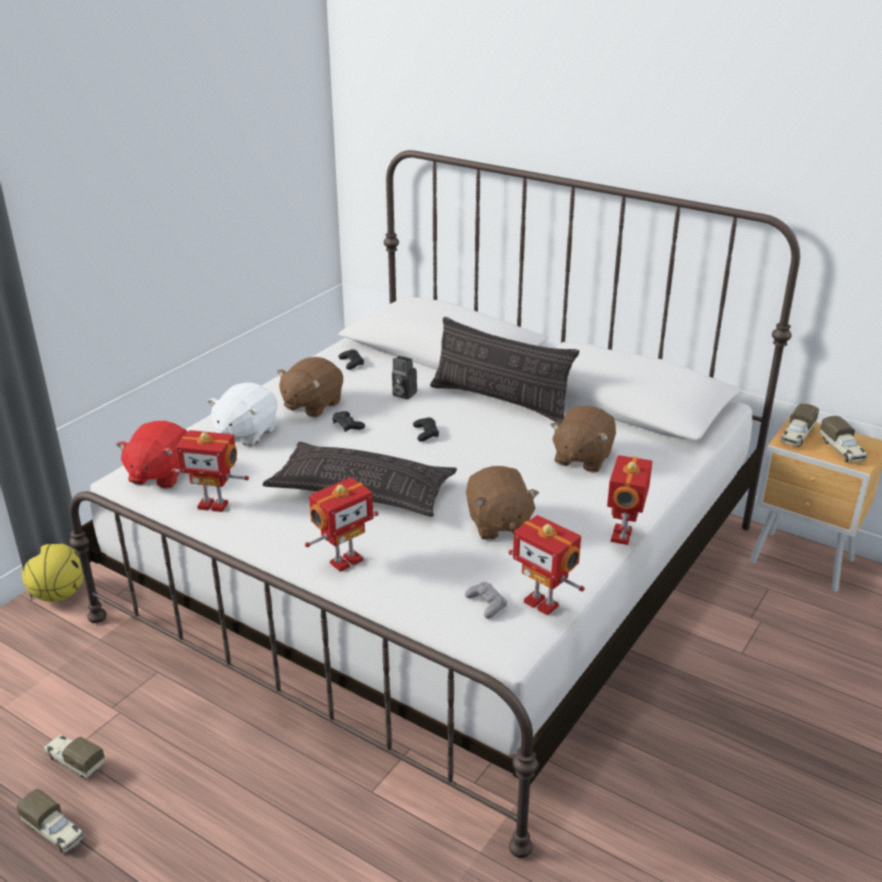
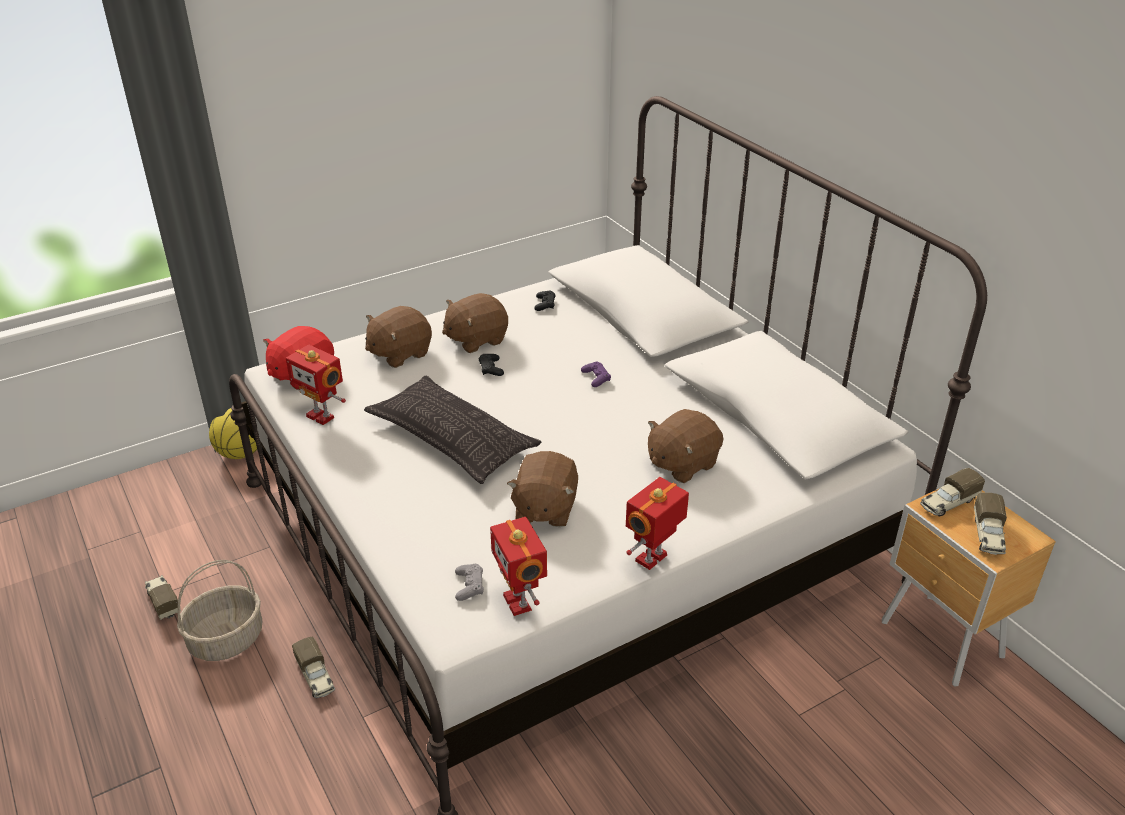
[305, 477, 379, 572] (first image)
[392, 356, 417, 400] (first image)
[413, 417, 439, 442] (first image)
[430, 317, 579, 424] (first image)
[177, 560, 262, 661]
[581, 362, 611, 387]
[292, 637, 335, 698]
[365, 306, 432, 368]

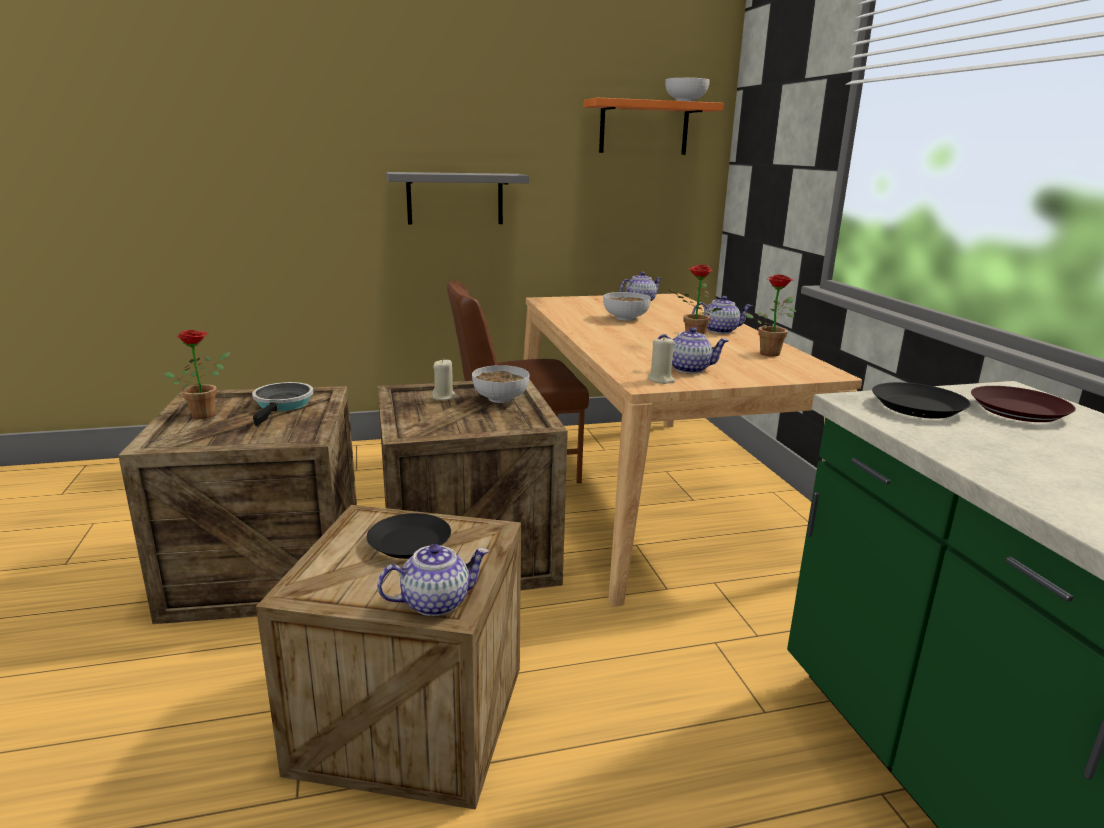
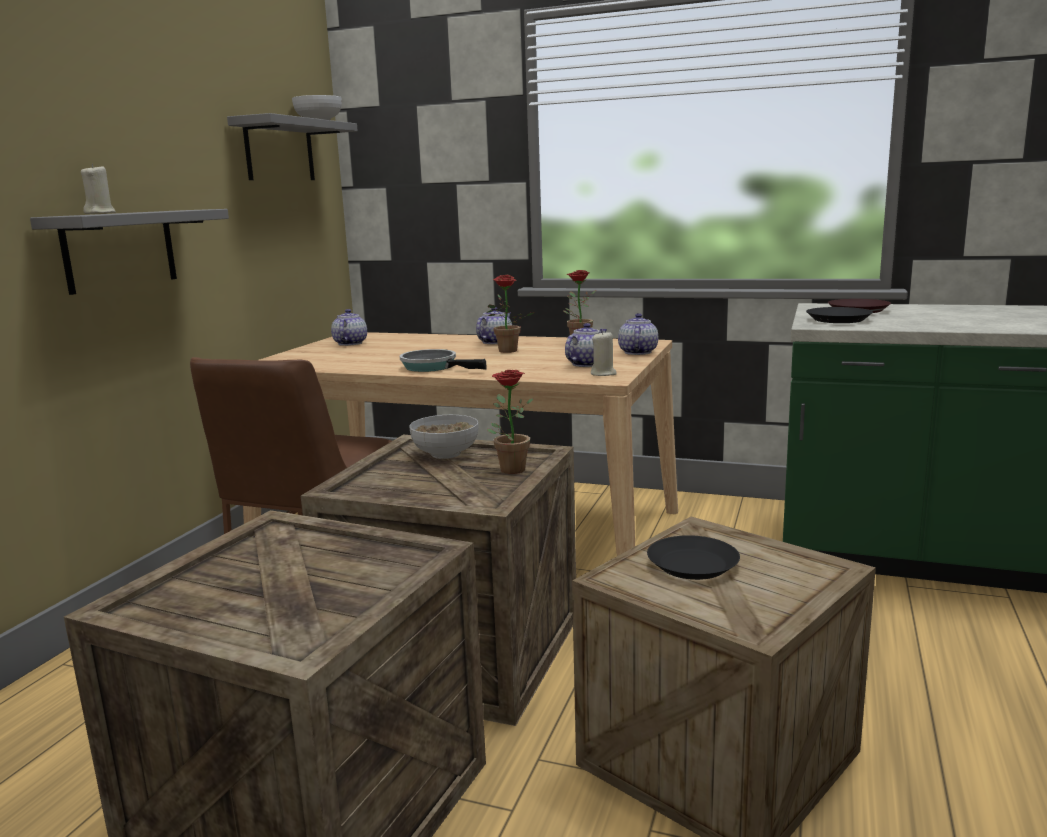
[603, 292, 651, 321] (first image)
[487, 370, 534, 474]
[400, 349, 487, 372]
[618, 313, 658, 355]
[81, 164, 116, 214]
[227, 113, 358, 180]

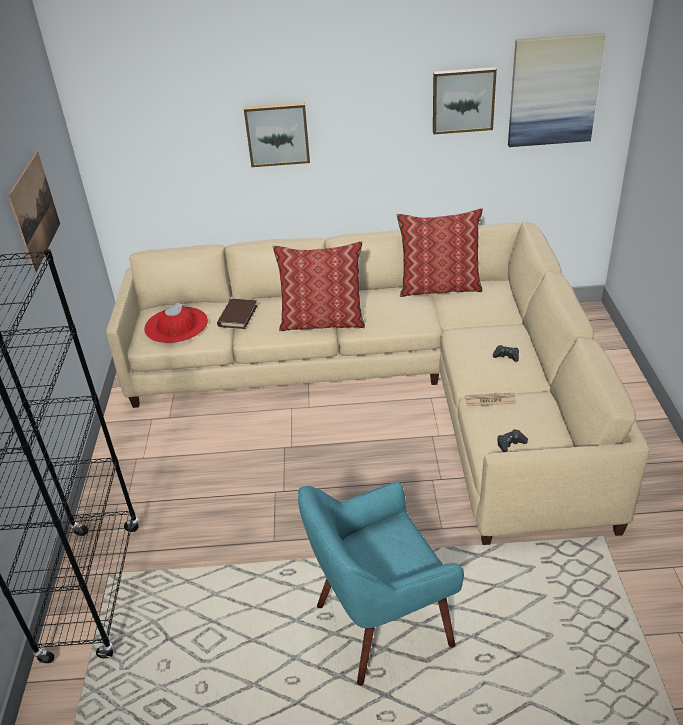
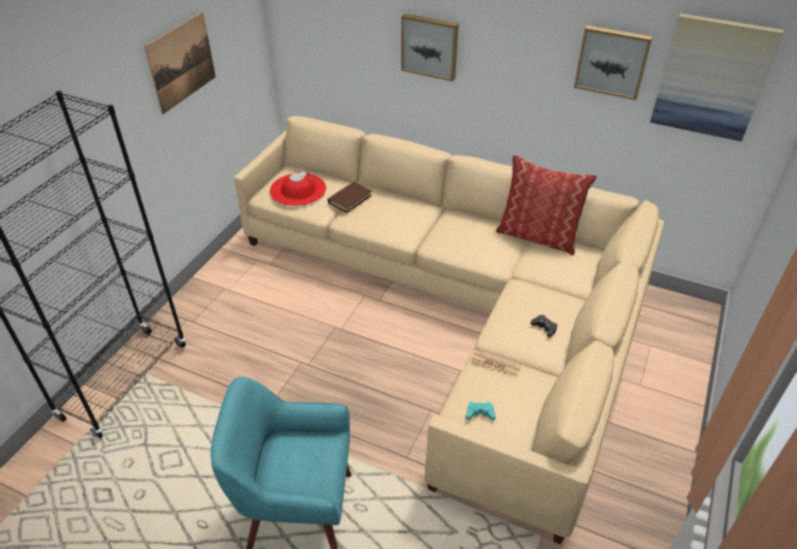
[273, 241, 365, 331] (first image)
[466, 402, 496, 420]

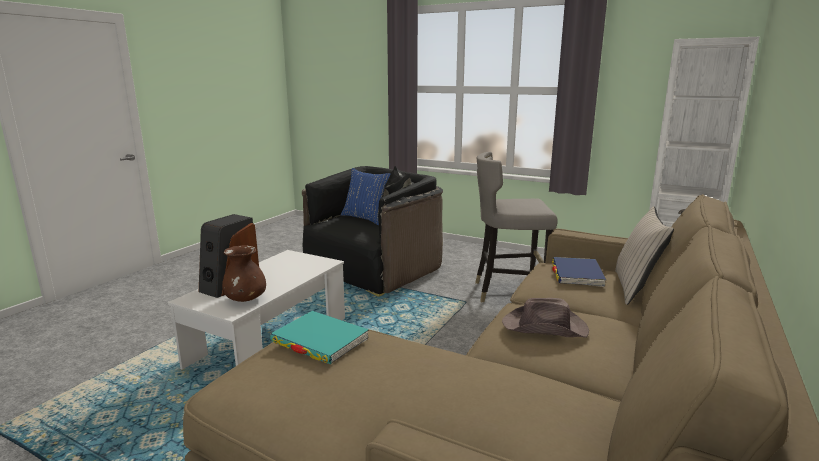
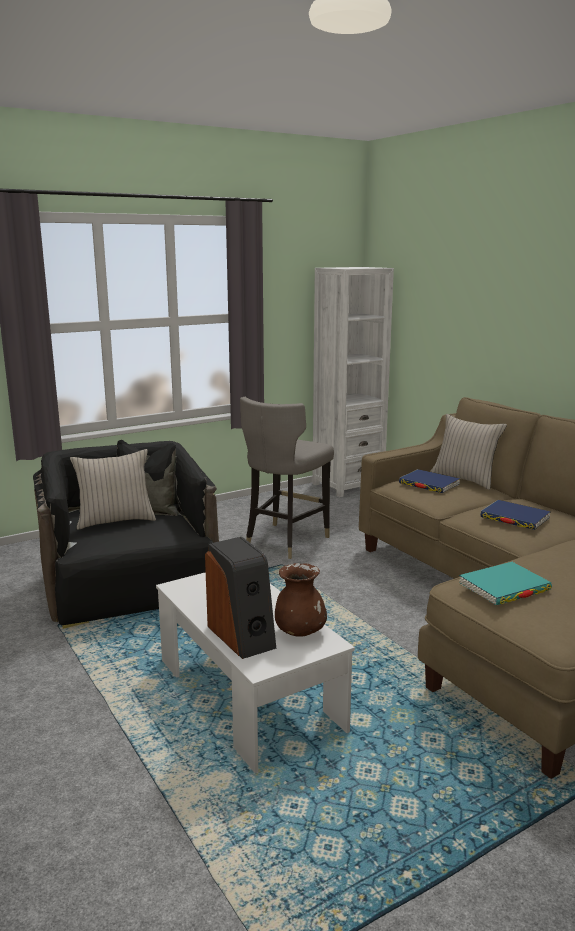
[480, 500, 551, 530]
[70, 449, 156, 530]

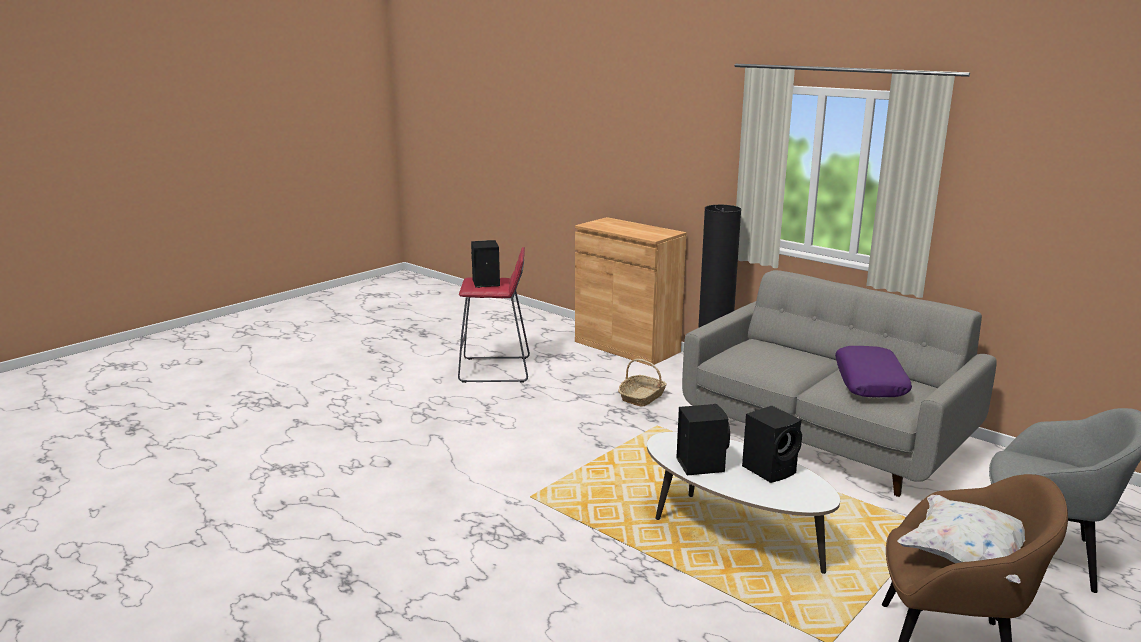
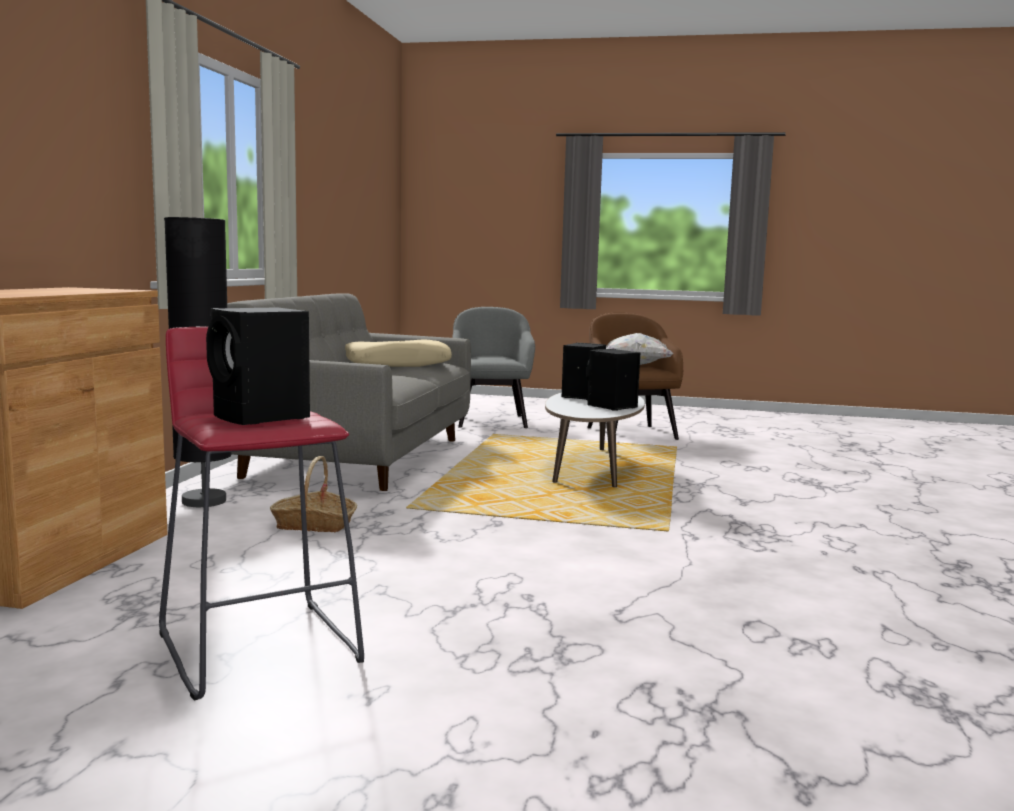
[345, 339, 452, 367]

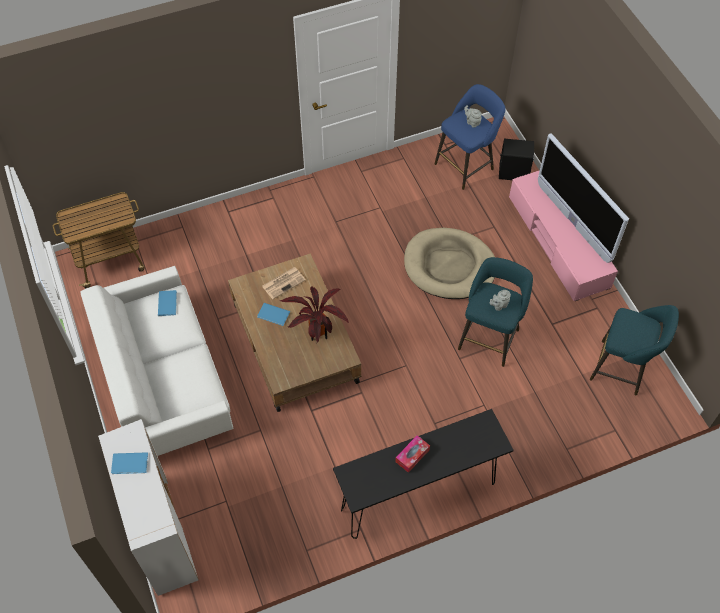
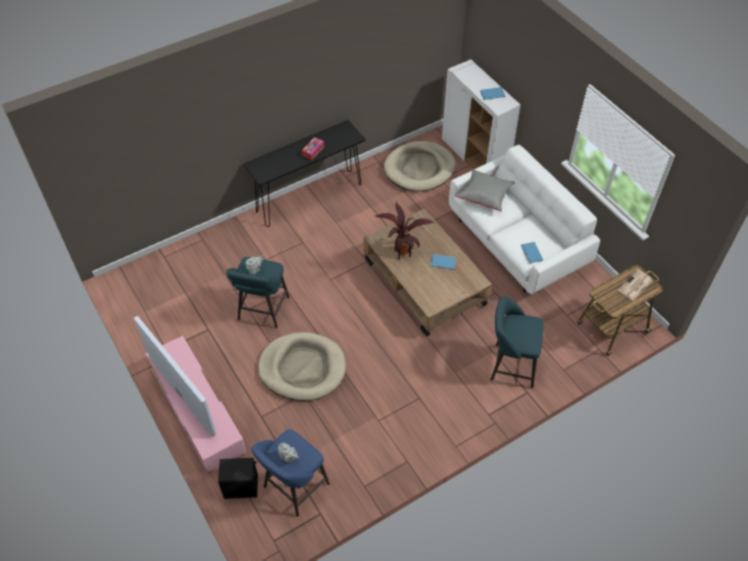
[384, 141, 456, 191]
[456, 169, 515, 212]
[617, 269, 653, 301]
[490, 296, 544, 388]

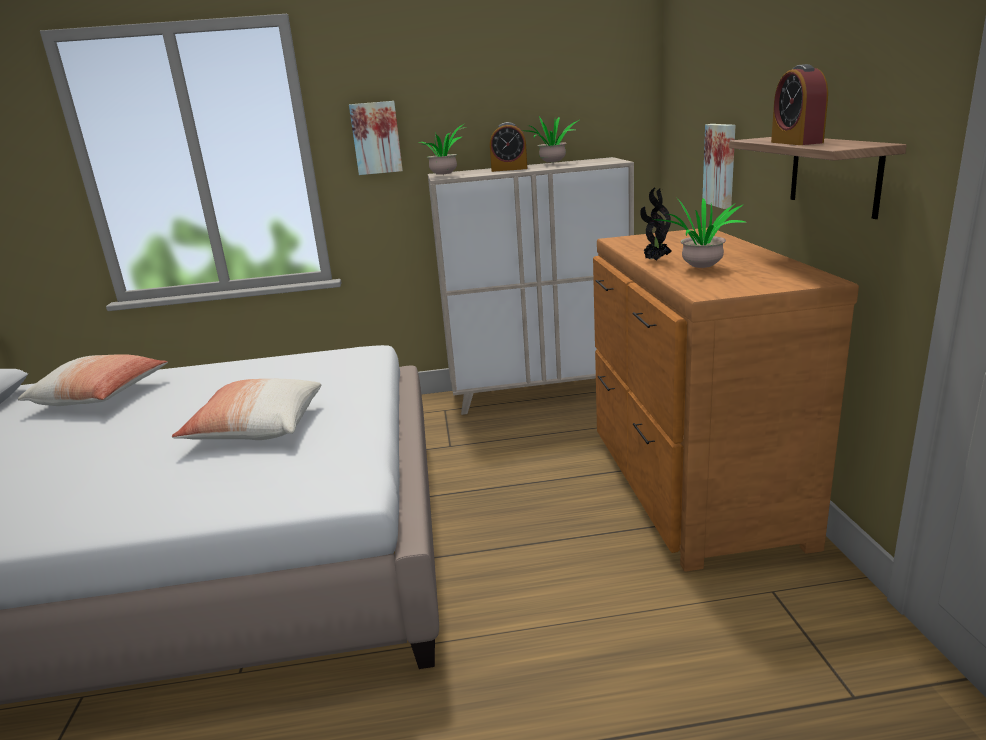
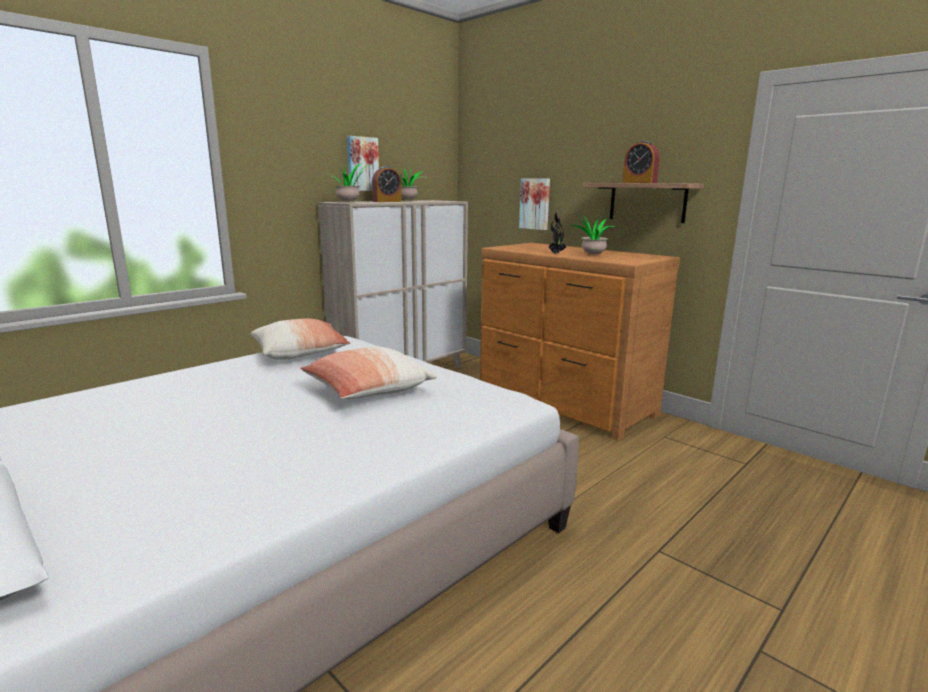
[251, 319, 351, 360]
[347, 136, 379, 191]

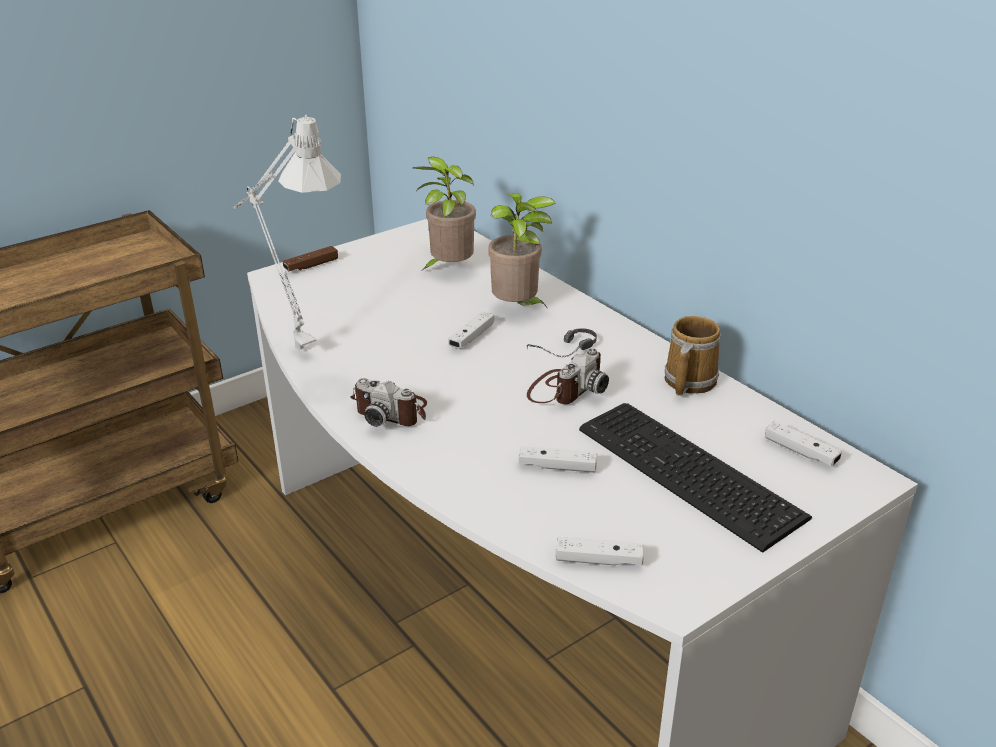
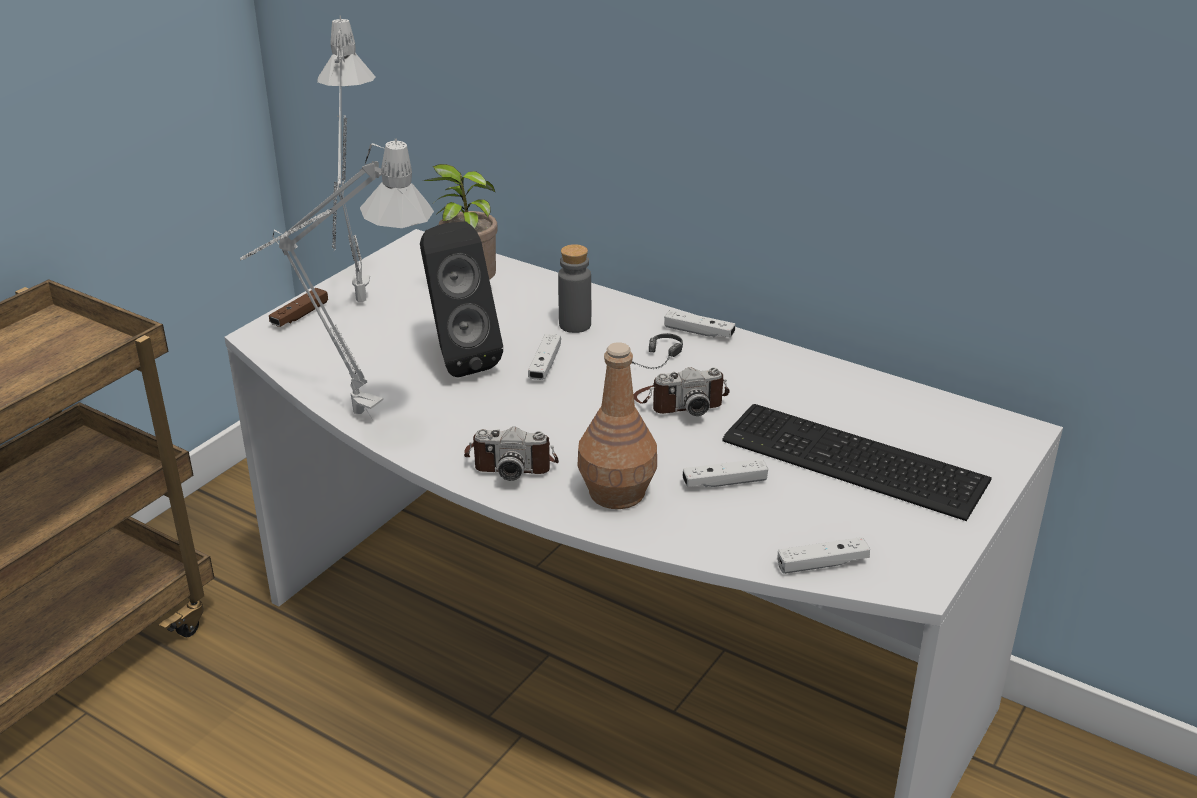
[665, 316, 721, 396] (first image)
[317, 15, 376, 302]
[420, 222, 503, 378]
[577, 342, 657, 509]
[664, 310, 735, 338]
[558, 244, 591, 333]
[634, 367, 730, 416]

